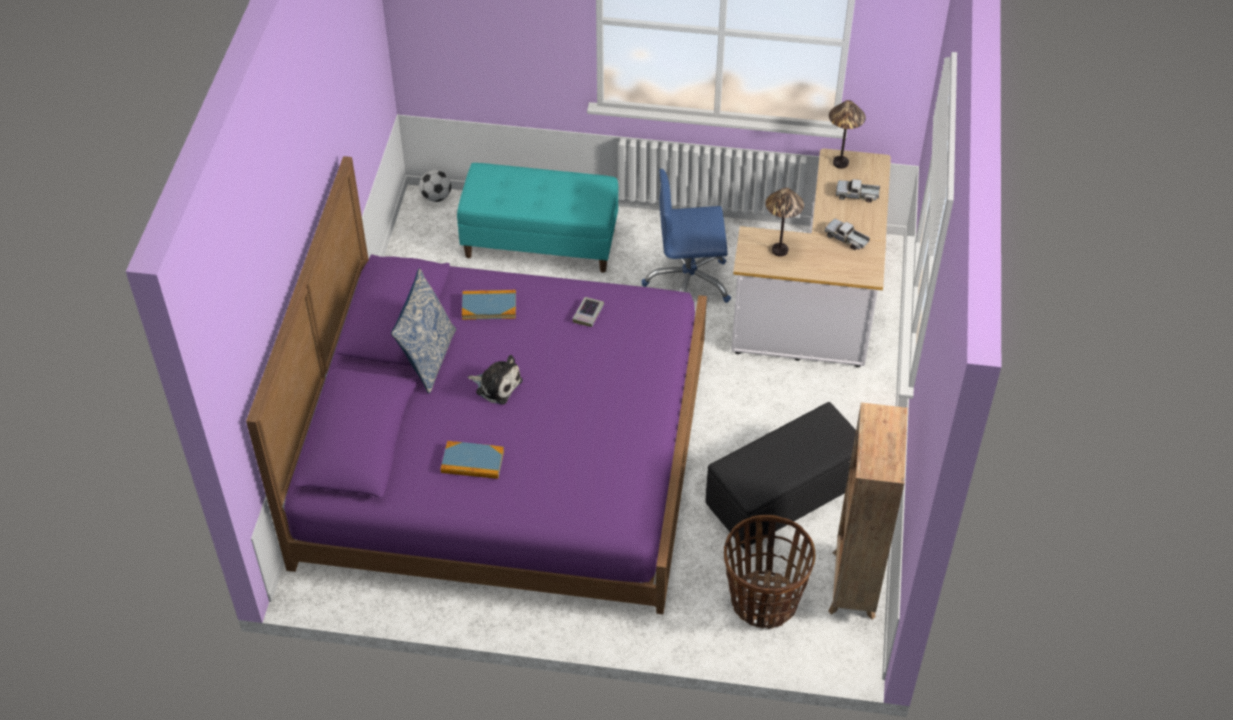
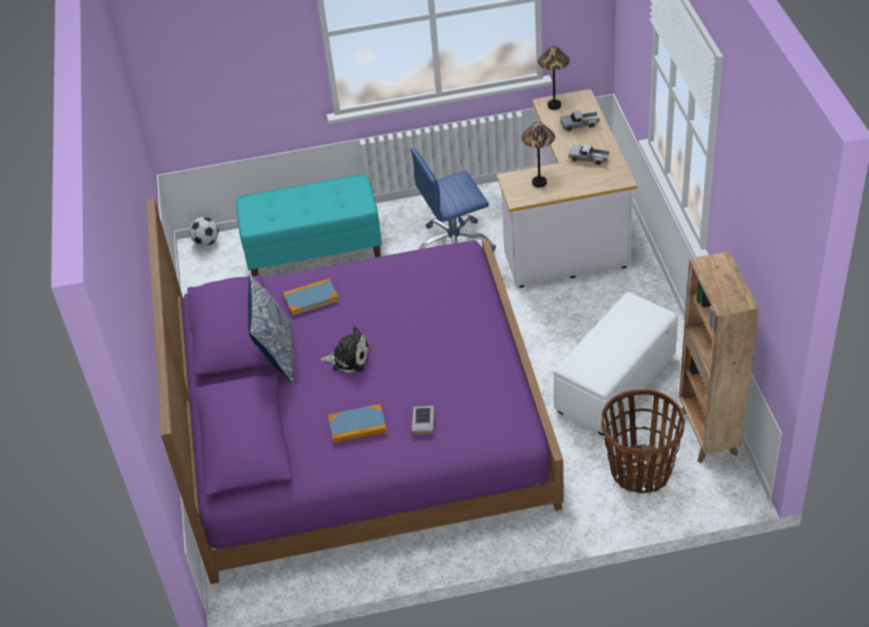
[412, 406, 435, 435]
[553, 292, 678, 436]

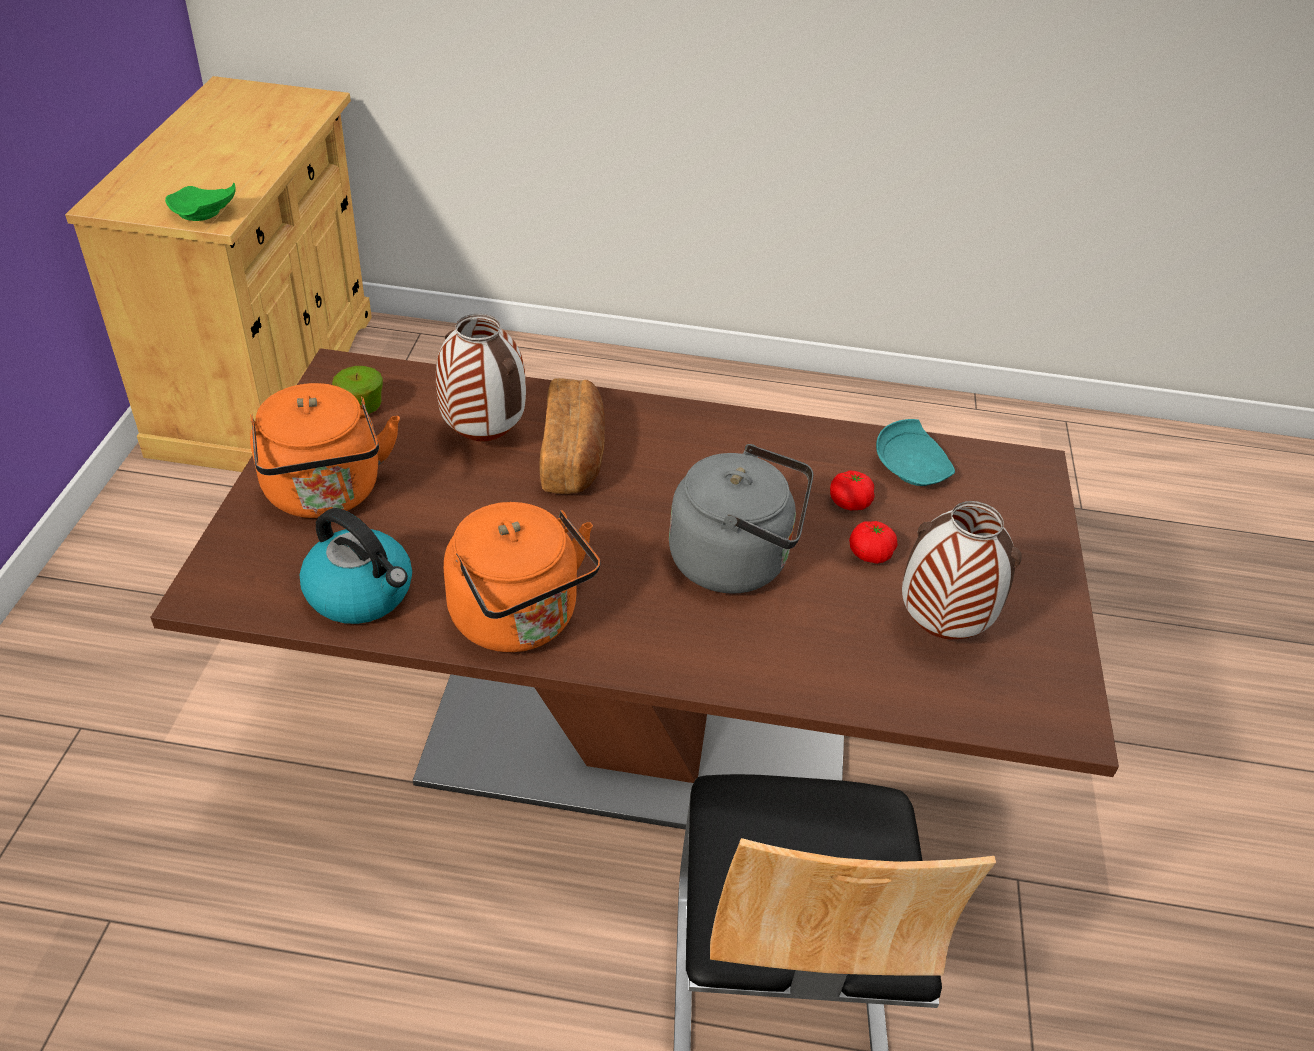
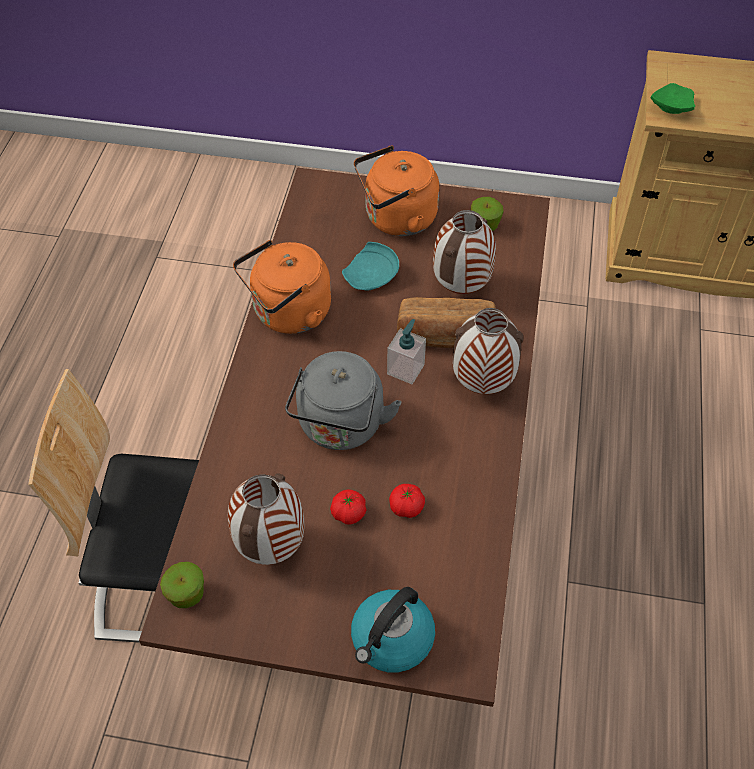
[160, 562, 204, 608]
[387, 319, 426, 384]
[453, 308, 524, 394]
[351, 587, 435, 673]
[342, 242, 399, 291]

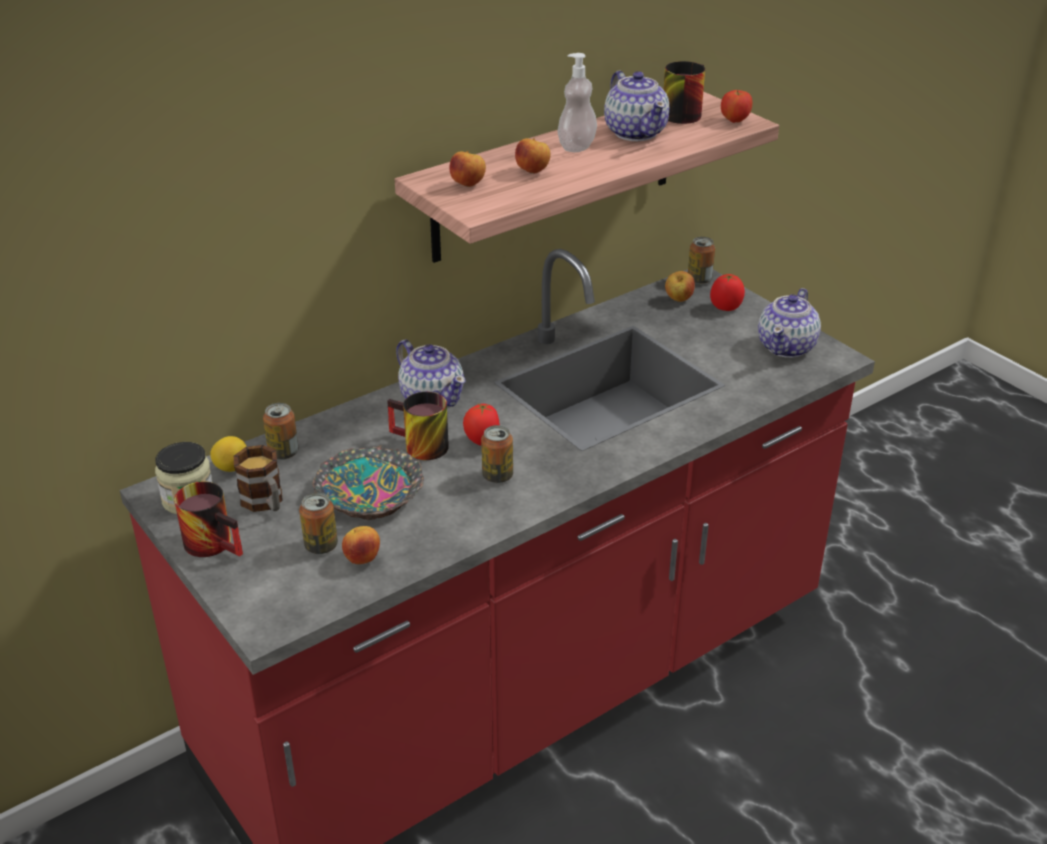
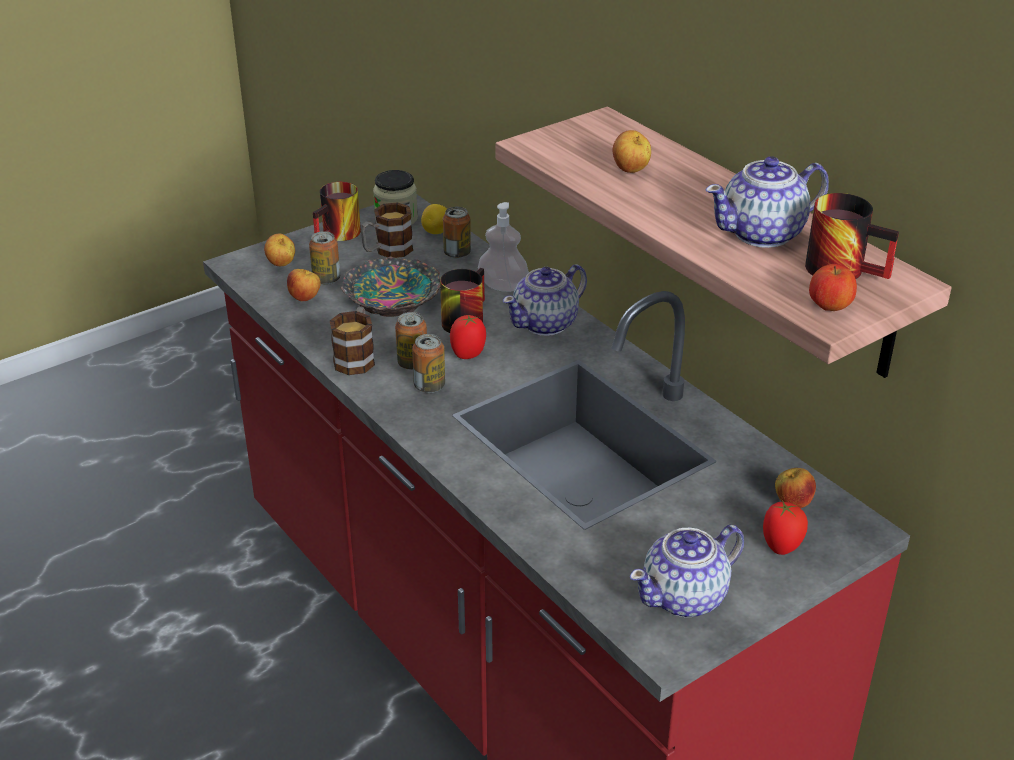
[330, 306, 375, 375]
[264, 234, 295, 266]
[478, 202, 529, 292]
[412, 334, 445, 393]
[630, 525, 744, 617]

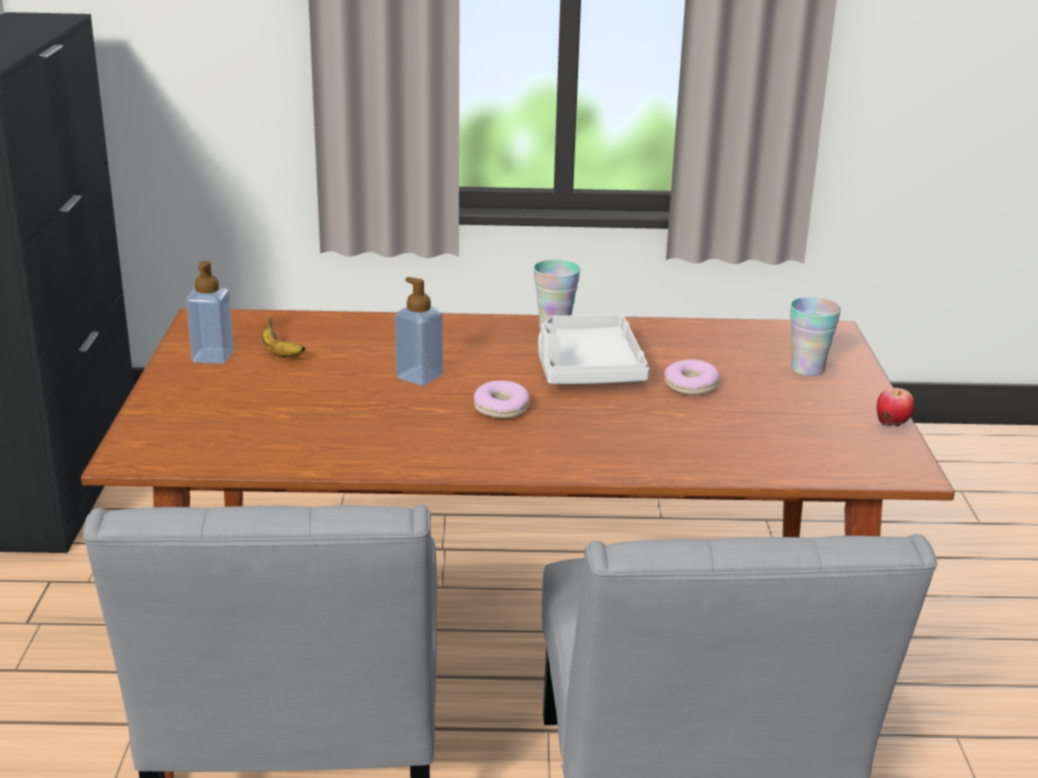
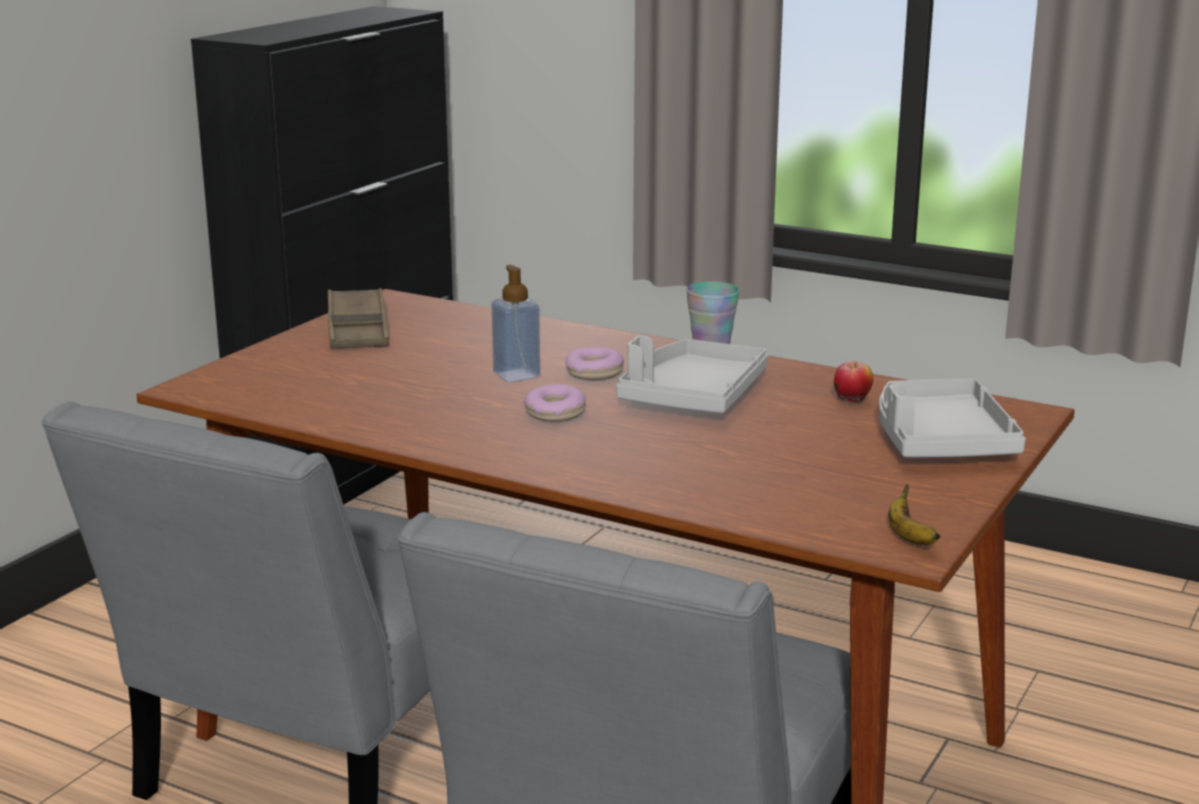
[889, 484, 941, 545]
[565, 347, 624, 380]
[834, 361, 873, 403]
[328, 288, 389, 348]
[879, 378, 1026, 458]

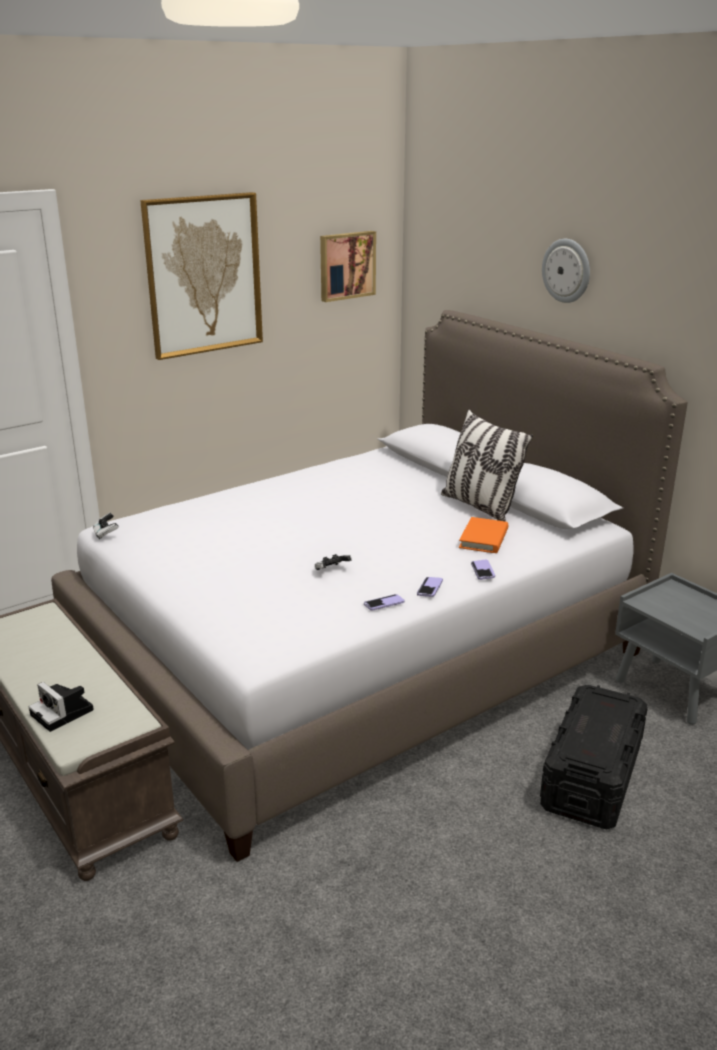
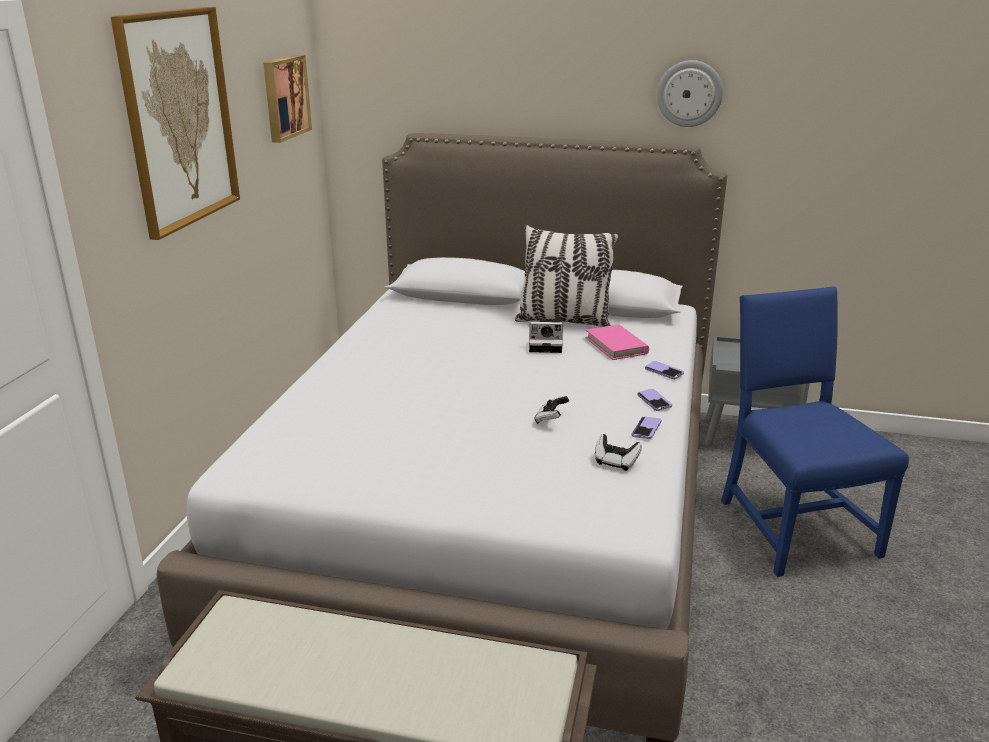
[529, 316, 563, 353]
[595, 434, 642, 471]
[657, 60, 723, 127]
[721, 286, 909, 577]
[585, 325, 649, 360]

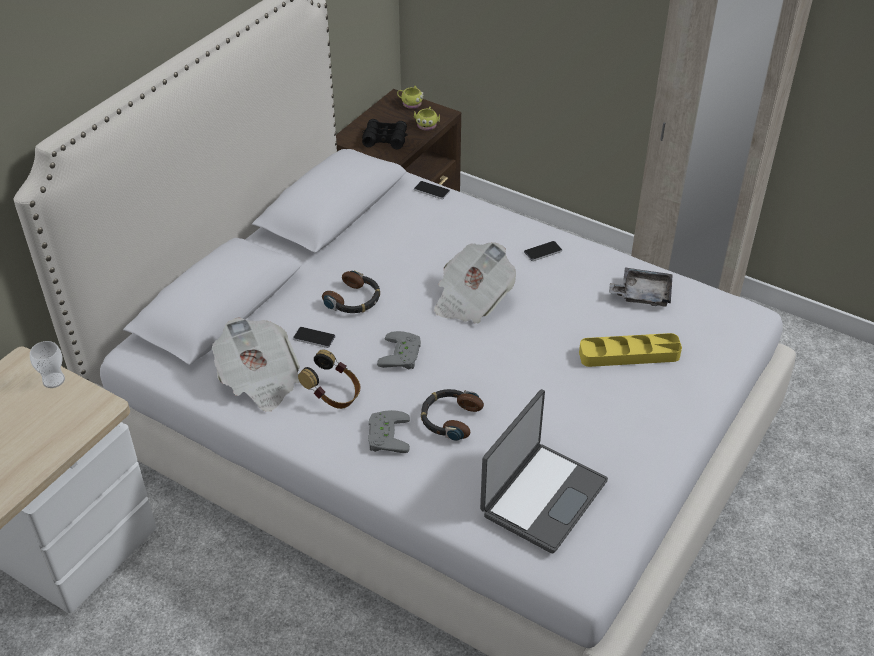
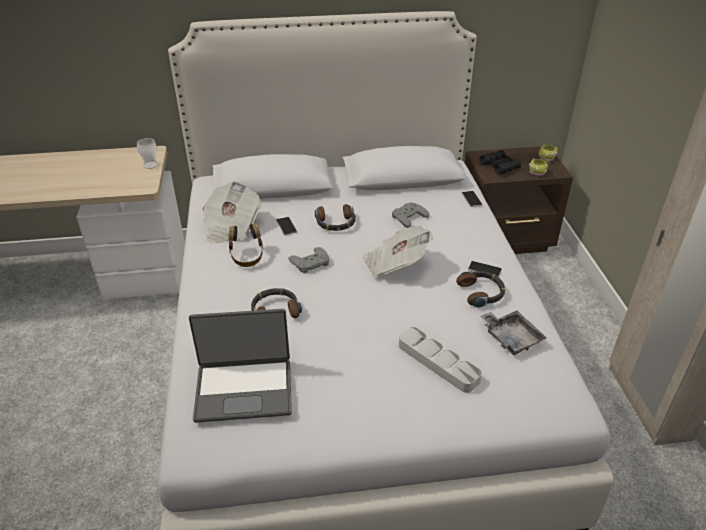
[456, 271, 505, 308]
[392, 202, 429, 228]
[399, 327, 482, 393]

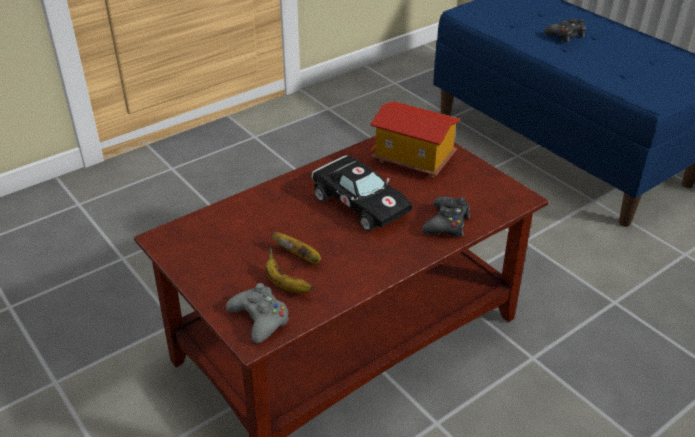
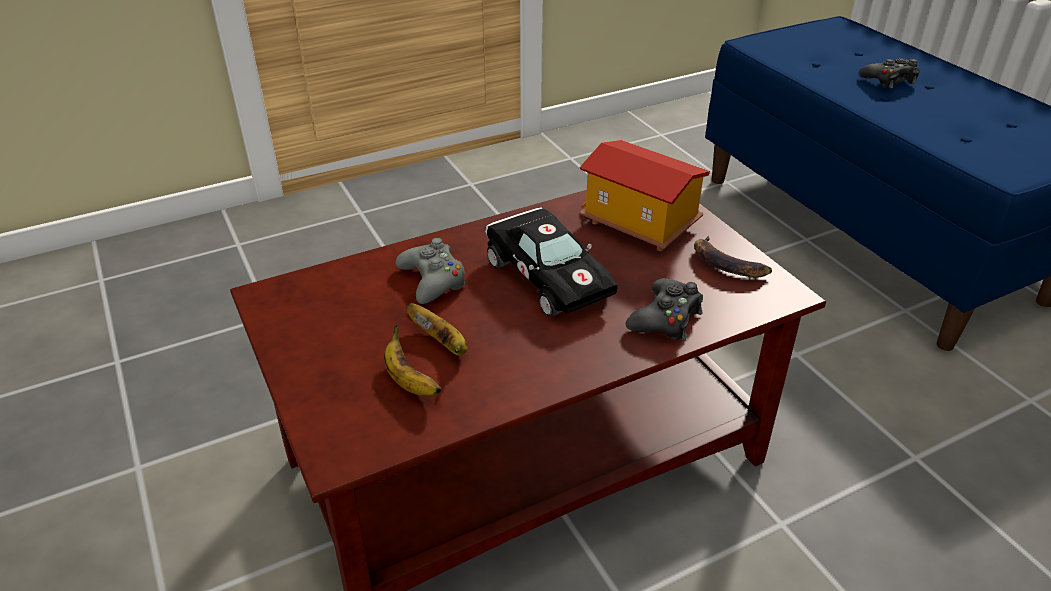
[694, 236, 772, 278]
[395, 238, 467, 304]

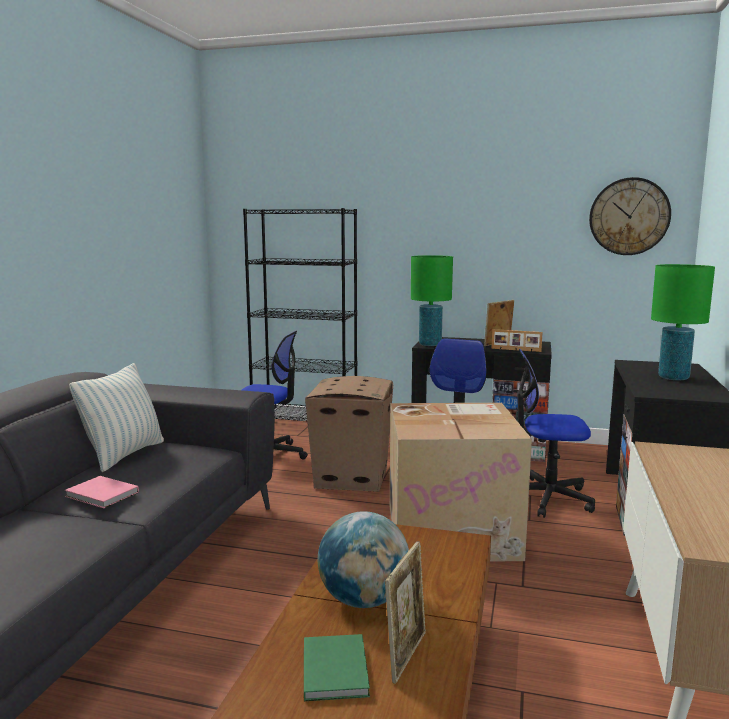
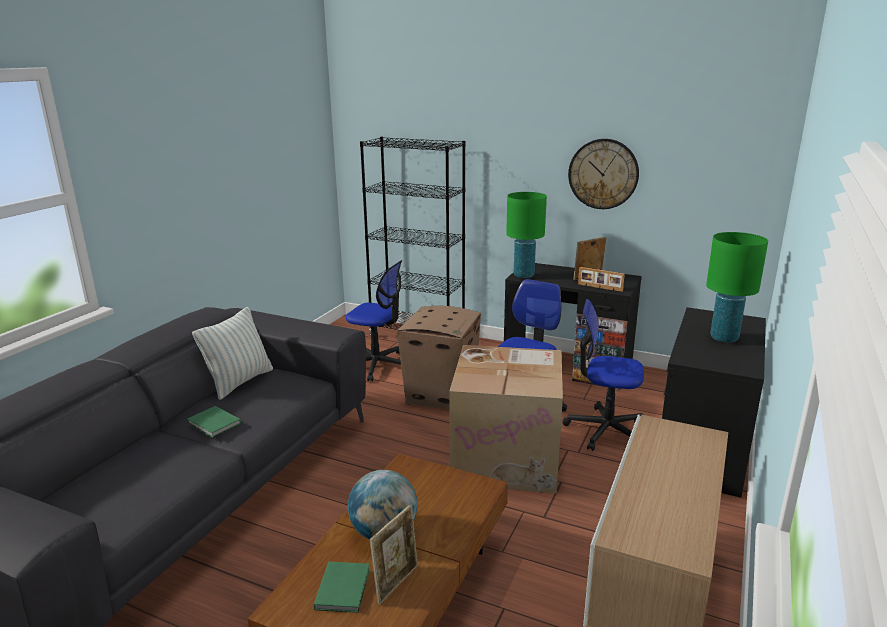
[568, 139, 639, 209]
[187, 406, 241, 438]

